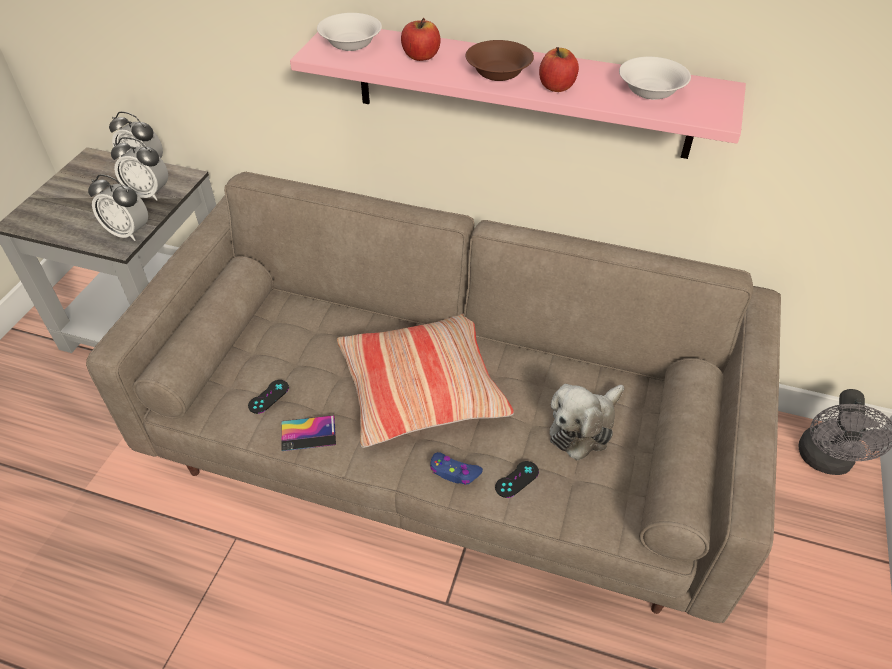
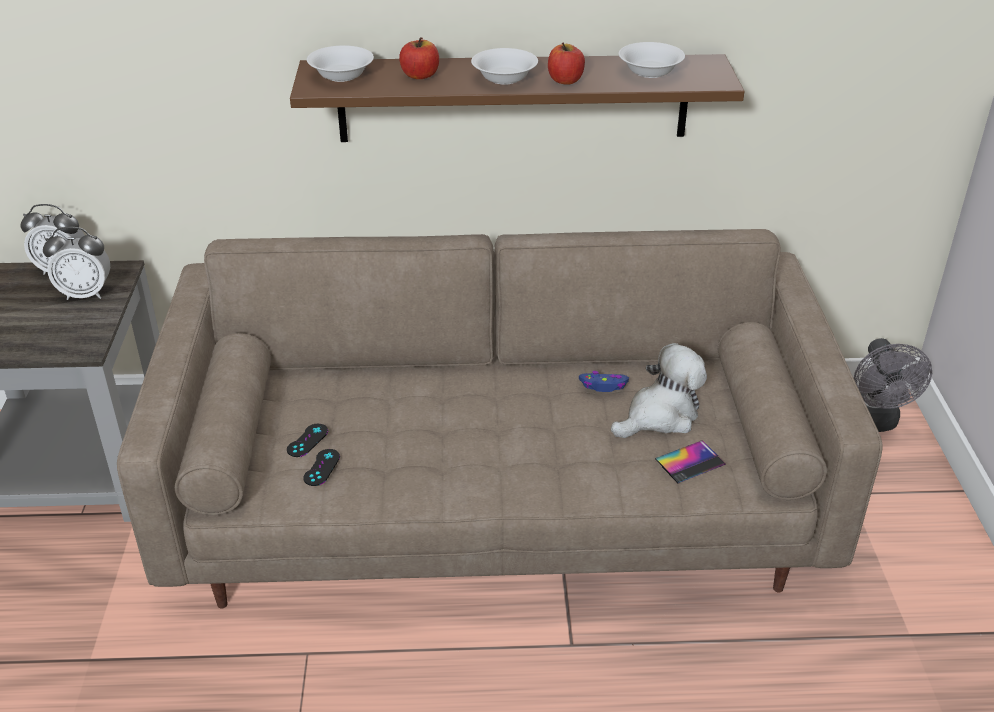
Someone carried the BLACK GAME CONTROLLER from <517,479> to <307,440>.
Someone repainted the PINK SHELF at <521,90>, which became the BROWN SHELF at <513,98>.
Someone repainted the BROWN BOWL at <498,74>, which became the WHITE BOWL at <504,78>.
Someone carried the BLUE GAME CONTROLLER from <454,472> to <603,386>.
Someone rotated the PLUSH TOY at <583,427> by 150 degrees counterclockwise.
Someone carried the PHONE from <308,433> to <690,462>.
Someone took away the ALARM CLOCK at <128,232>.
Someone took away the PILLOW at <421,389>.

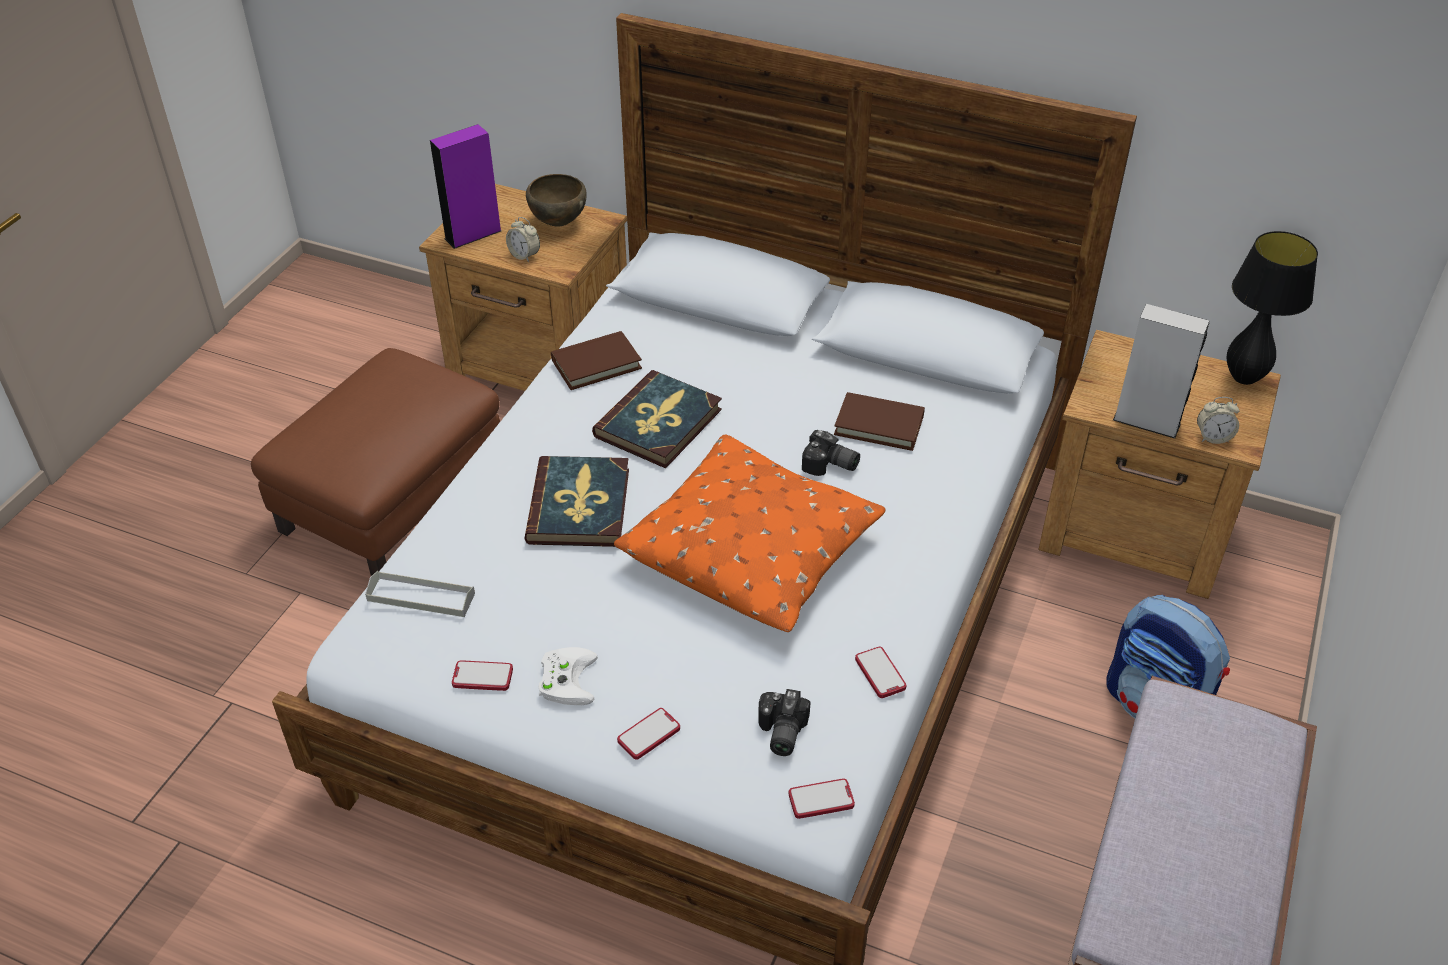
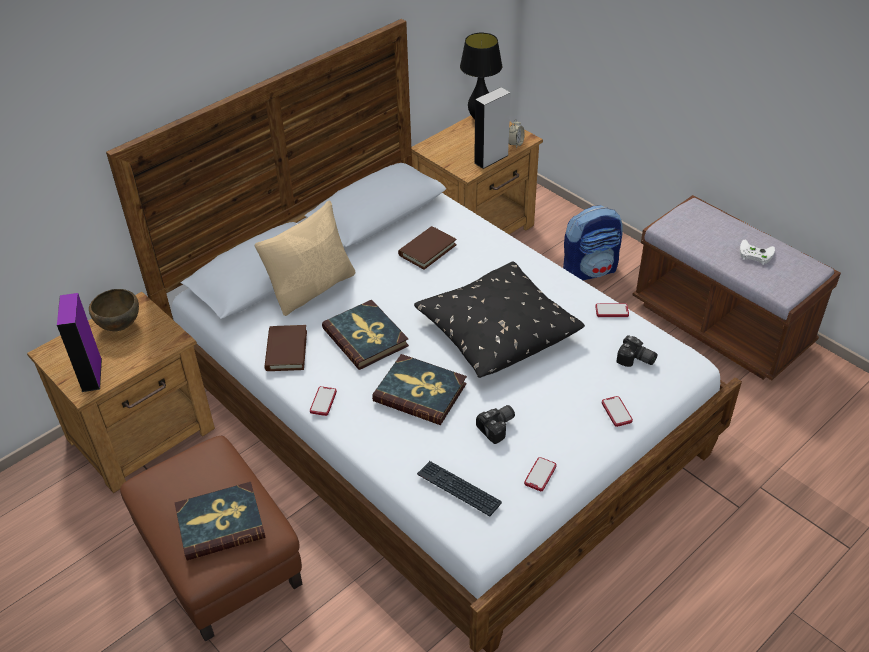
Someone put down the BOOK at <220,523>.
Someone put down the BEIGE PILLOW at <312,288>.
Someone carried the PHONE from <821,800> to <323,402>.
Someone repainted the ORANGE PILLOW at <752,549>, which became the BLACK PILLOW at <496,330>.
Someone swapped the GREY TRAY at <421,597> for the KEYBOARD at <458,489>.
Someone carried the PHOTO CAMERA from <830,466> to <498,427>.
Someone carried the WHITE GAME CONTROLLER from <565,678> to <754,254>.
Someone took away the ALARM CLOCK at <524,255>.

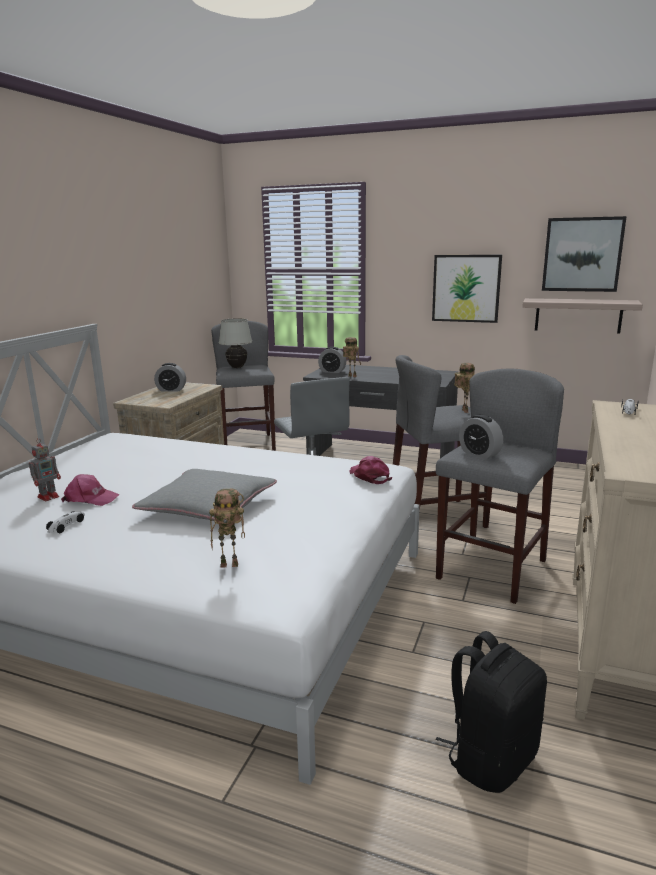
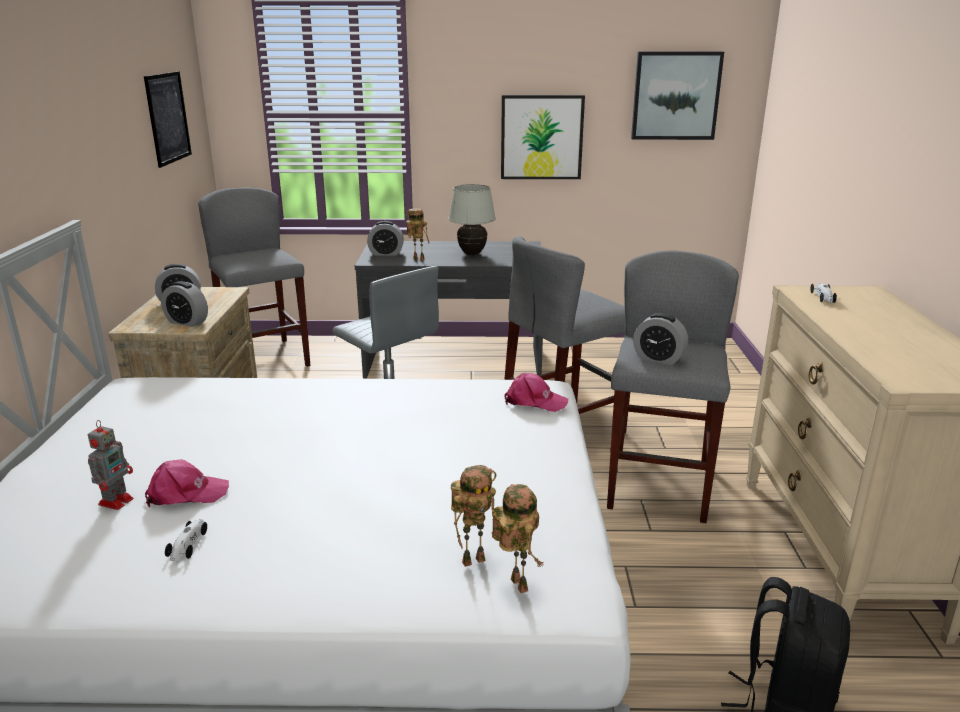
Someone put up the PICTURE at <168,118>.
Someone put down the ALARM CLOCK at <187,322>.
Someone carried the WHITE TABLE LAMP from <237,367> to <472,254>.
Someone carried the TOY ROBOT from <463,411> to <515,584>.
Someone rotated the PINK CAP at <369,476> by 150 degrees clockwise.
Someone took away the GREY PILLOW at <208,505>.
Someone took away the SHELF at <578,315>.

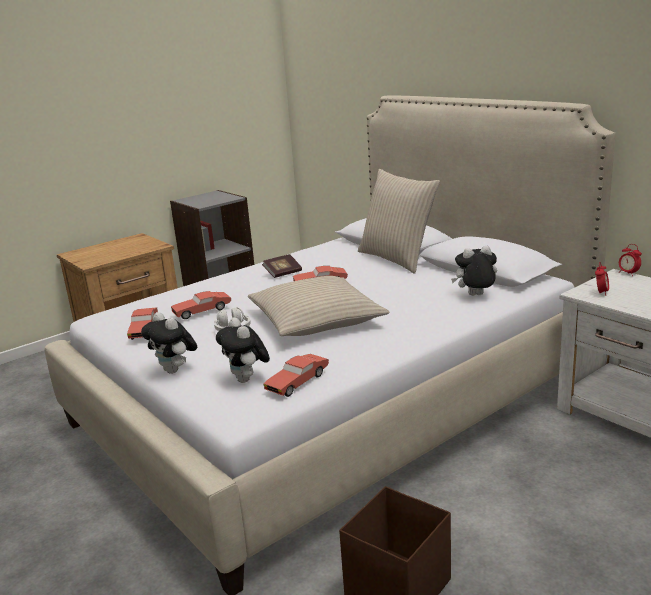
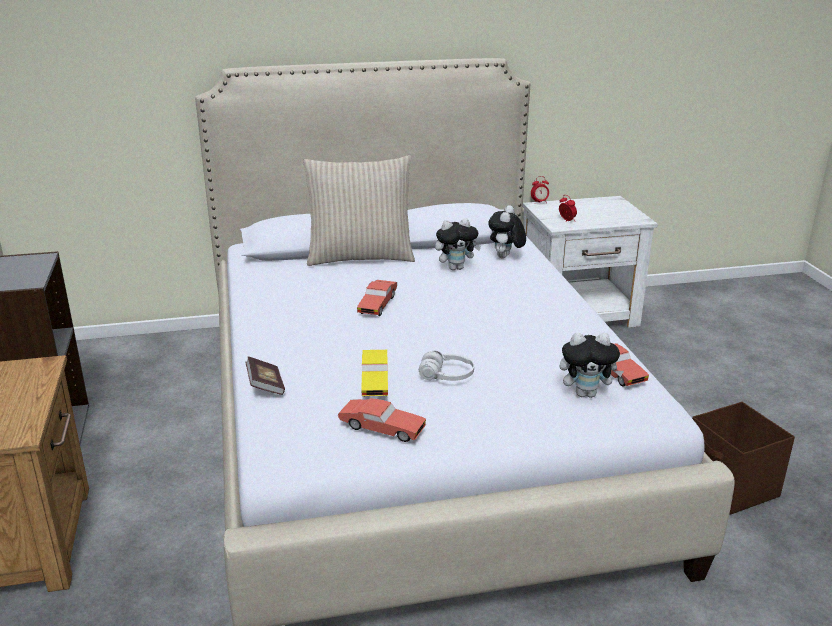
Someone carried the BOOK from <283,273> to <265,386>.
Someone repainted the RED TOY CAR at <202,311>, which became the YELLOW TOY CAR at <374,381>.
Someone carried the PLUSH TOY from <175,370> to <456,268>.
Someone took away the BEIGE PILLOW at <316,320>.

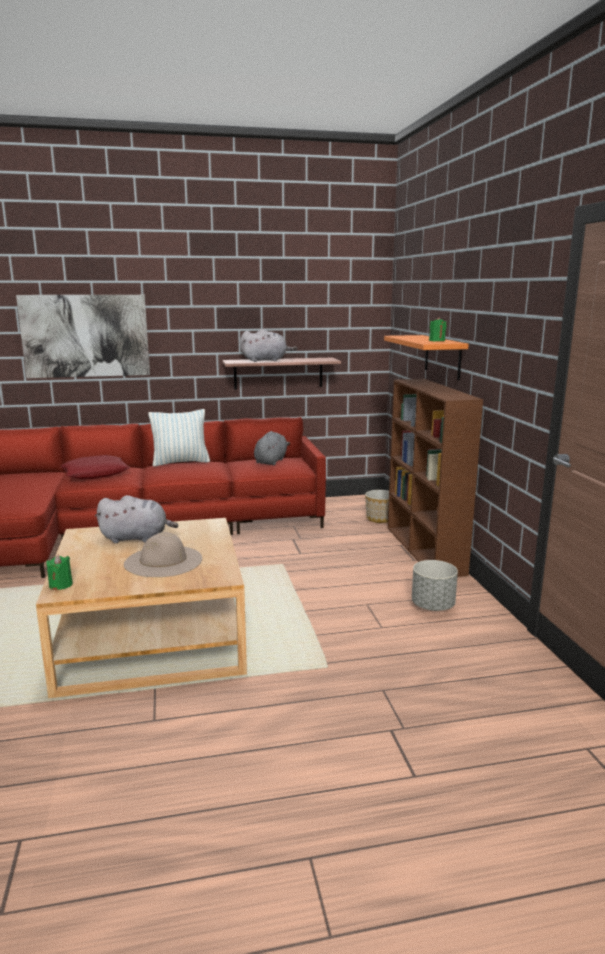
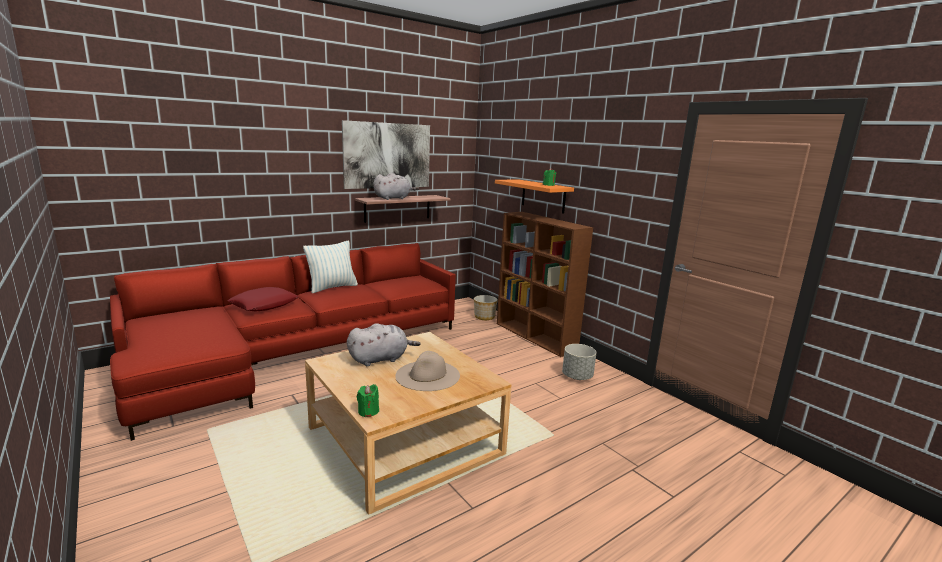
Someone carried the PICTURE from <85,336> to <387,155>.
Someone took away the GREY PLUSH TOY at <271,461>.

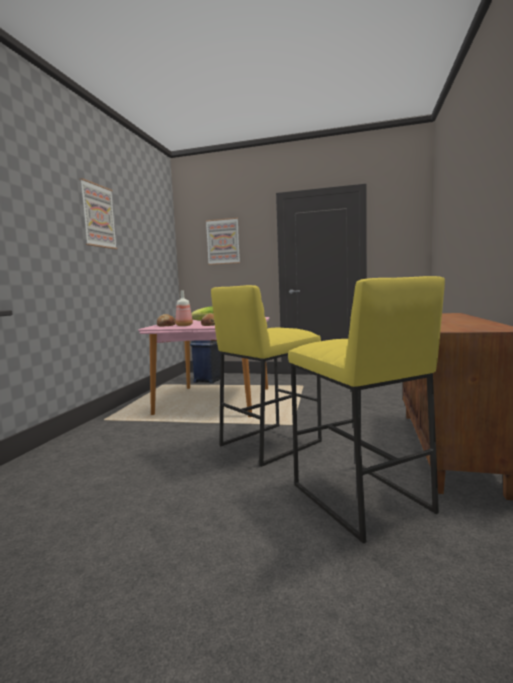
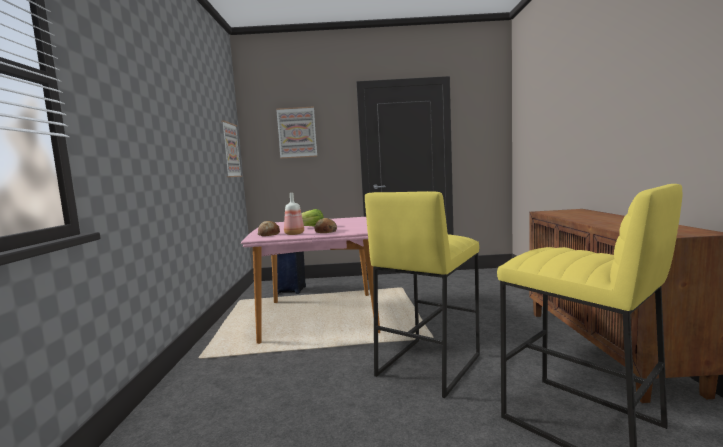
Someone carried the PICTURE from <98,216> to <230,150>.

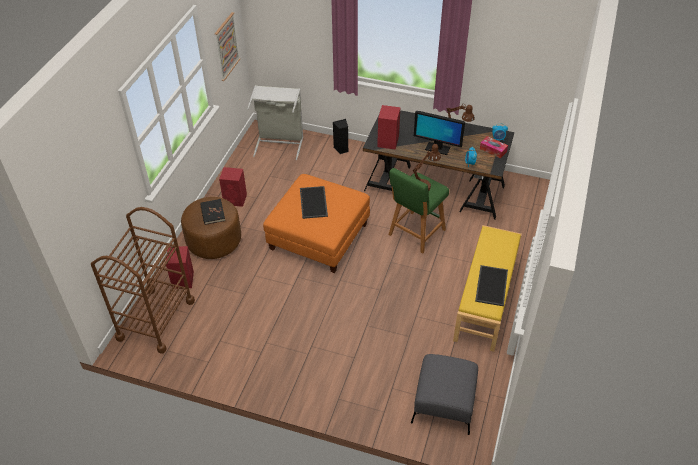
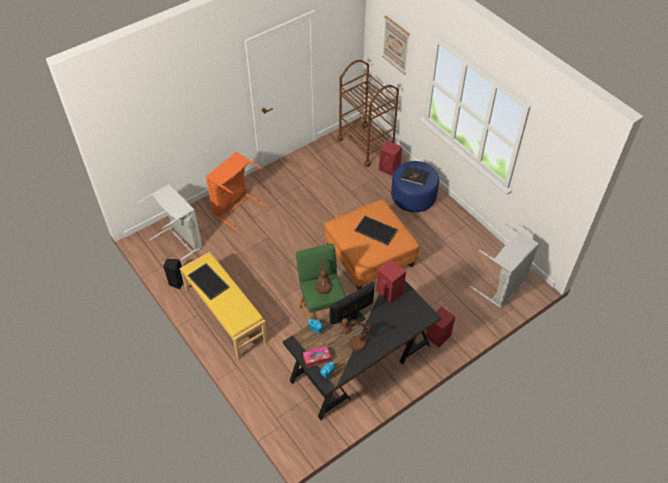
Someone swapped the GREY OTTOMAN at <444,403> for the GREY LAUNDRY BASKET at <180,241>.
Someone carried the BLACK SPEAKER from <341,149> to <176,282>.
Someone put down the ORANGE LAUNDRY BASKET at <235,208>.
Someone carried the PICTURE from <226,46> to <396,45>.
Someone repainted the BROWN OTTOMAN at <214,241>, which became the BLUE OTTOMAN at <413,197>.
Someone carried the RED SPEAKER from <235,199> to <437,336>.

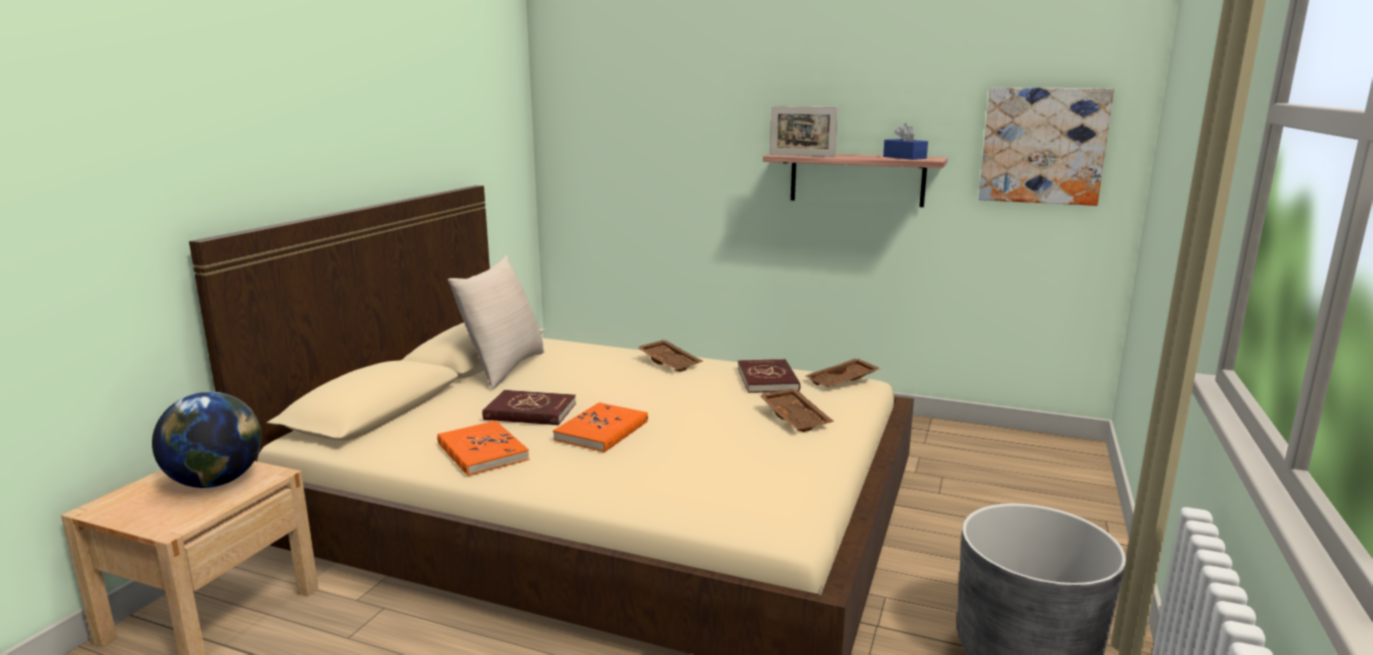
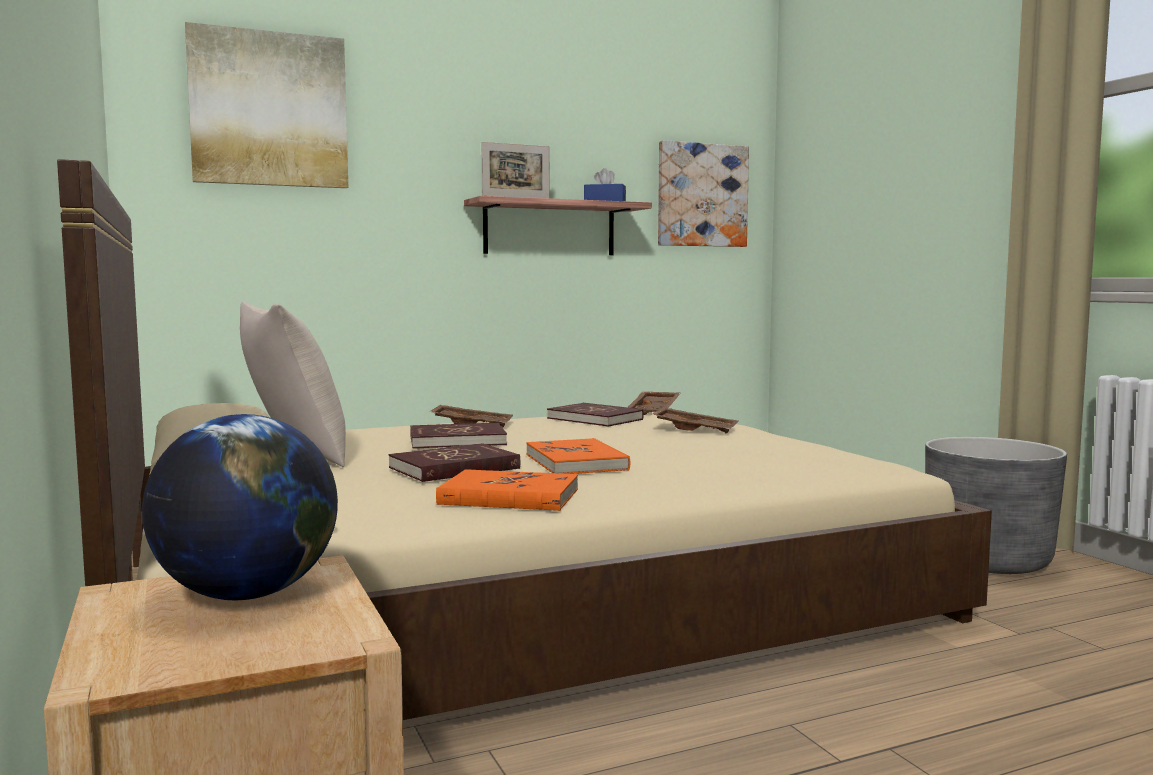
Someone put up the PICTURE at <269,109>.
Someone put down the RED BOOK at <457,441>.

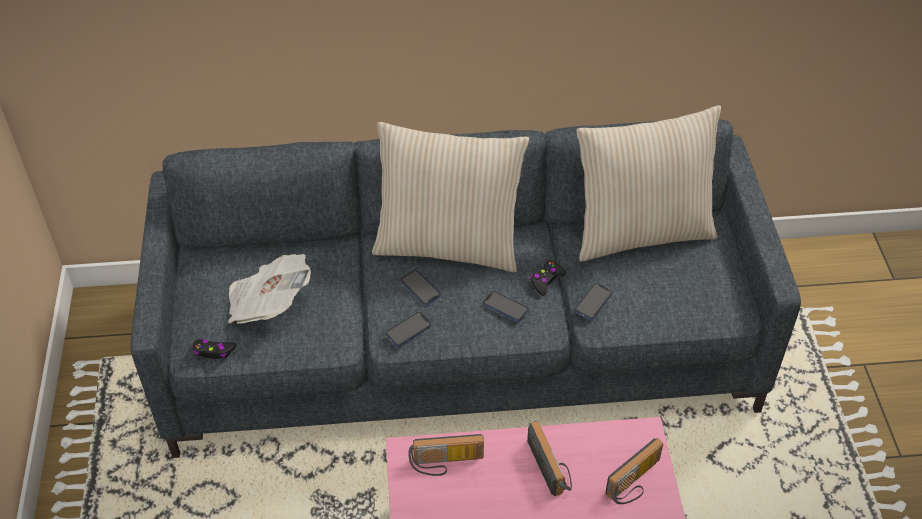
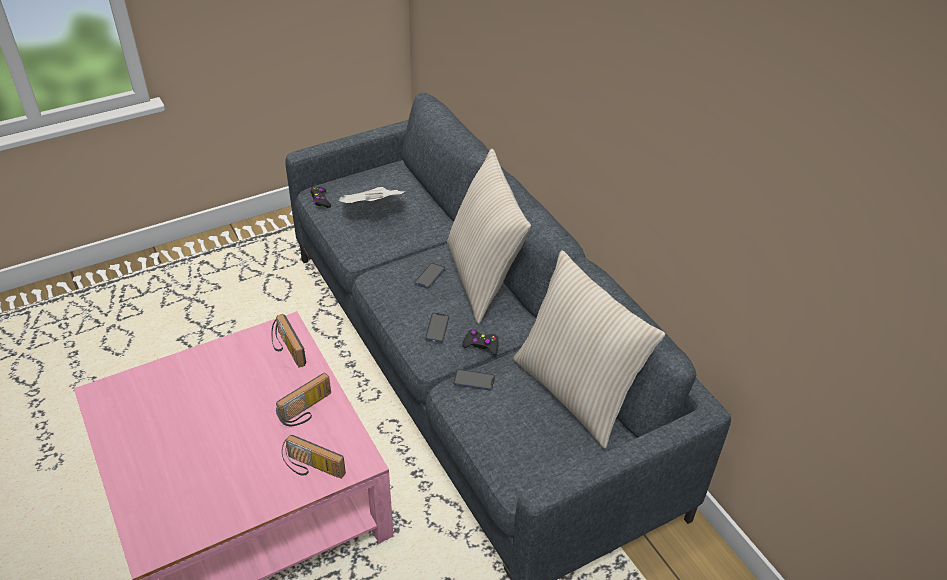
Someone took away the PHONE at <408,330>.

